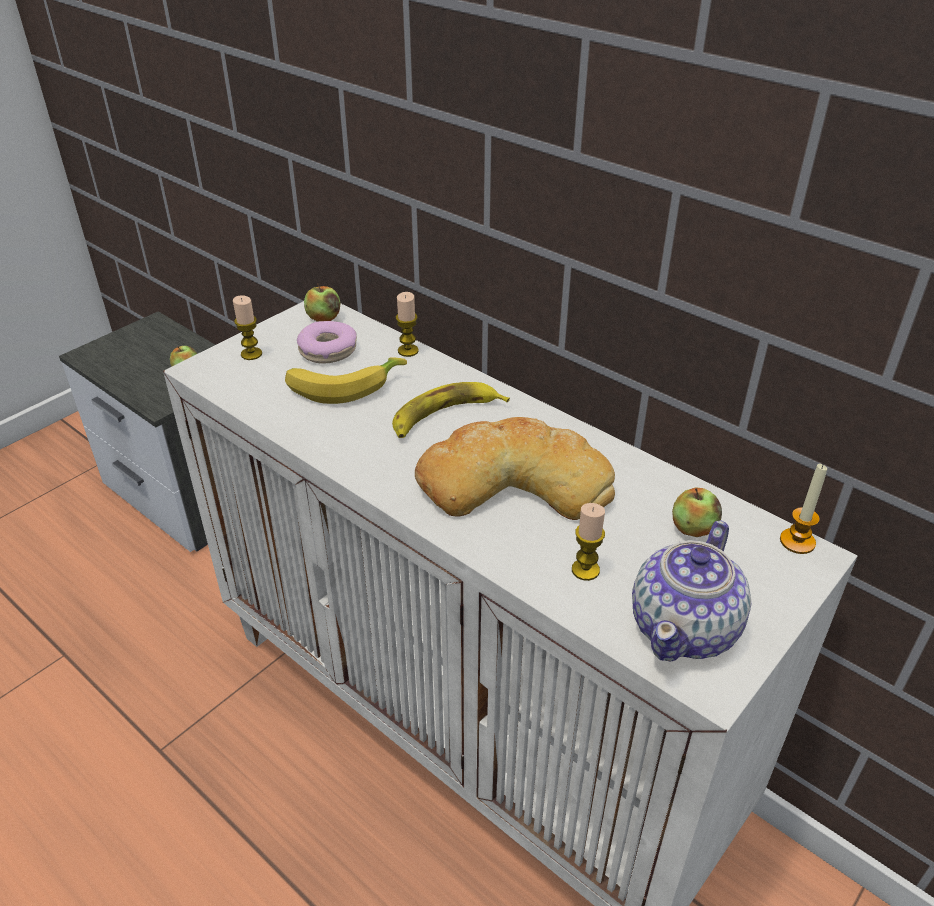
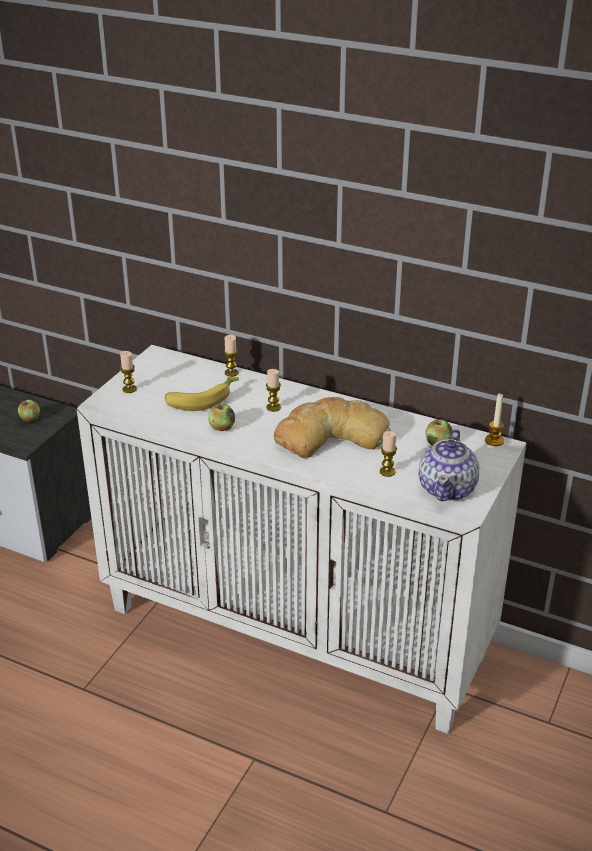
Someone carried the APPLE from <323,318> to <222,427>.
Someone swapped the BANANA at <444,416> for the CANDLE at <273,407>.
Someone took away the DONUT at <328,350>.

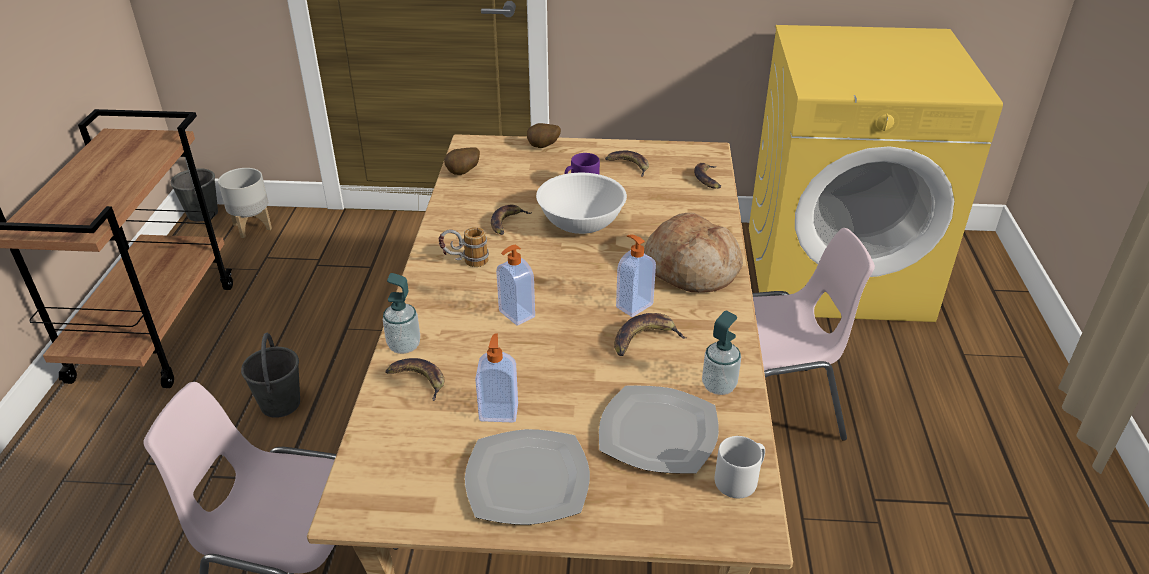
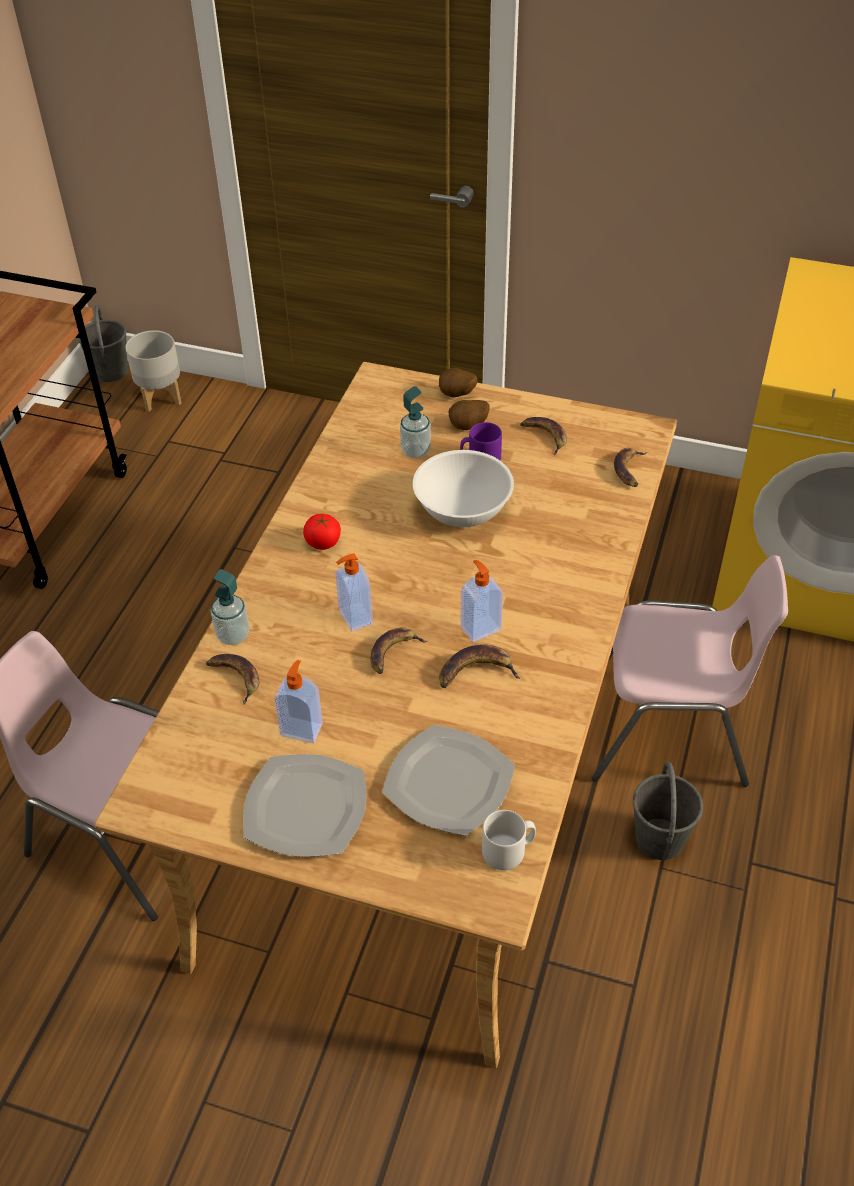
Someone swapped the MUG at <465,262> for the TOMATO at <323,542>.
Someone carried the BANANA from <507,223> to <393,653>.
Someone carried the SOAP DISPENSER from <719,386> to <415,451>.
Someone carried the POTATO from <463,173> to <468,427>.
Someone carried the GREY BUCKET from <280,404> to <659,840>.
Someone took away the BREAD at <692,269>.

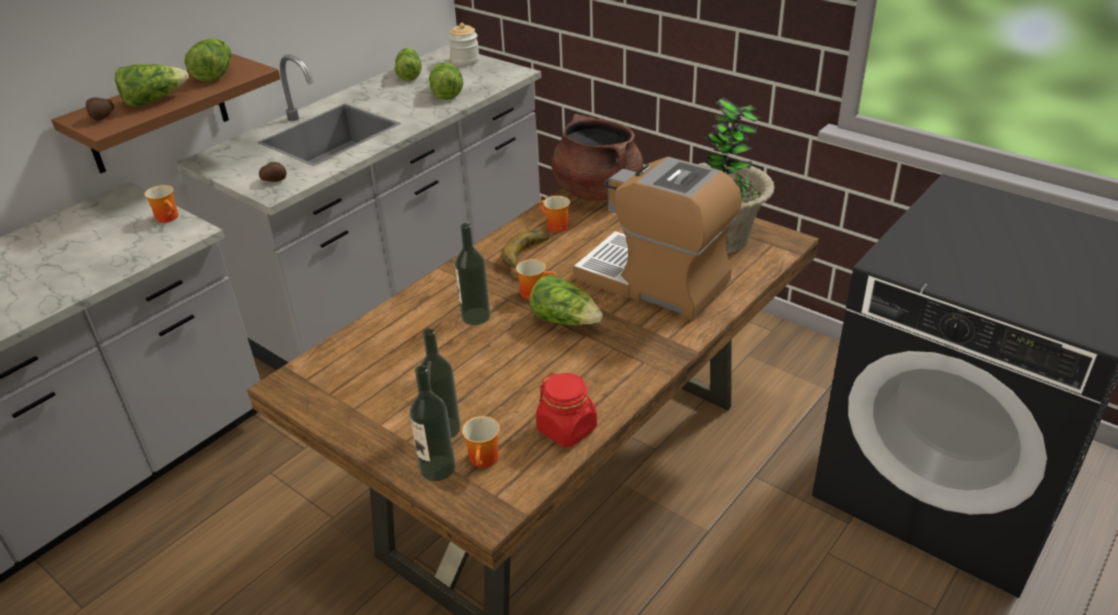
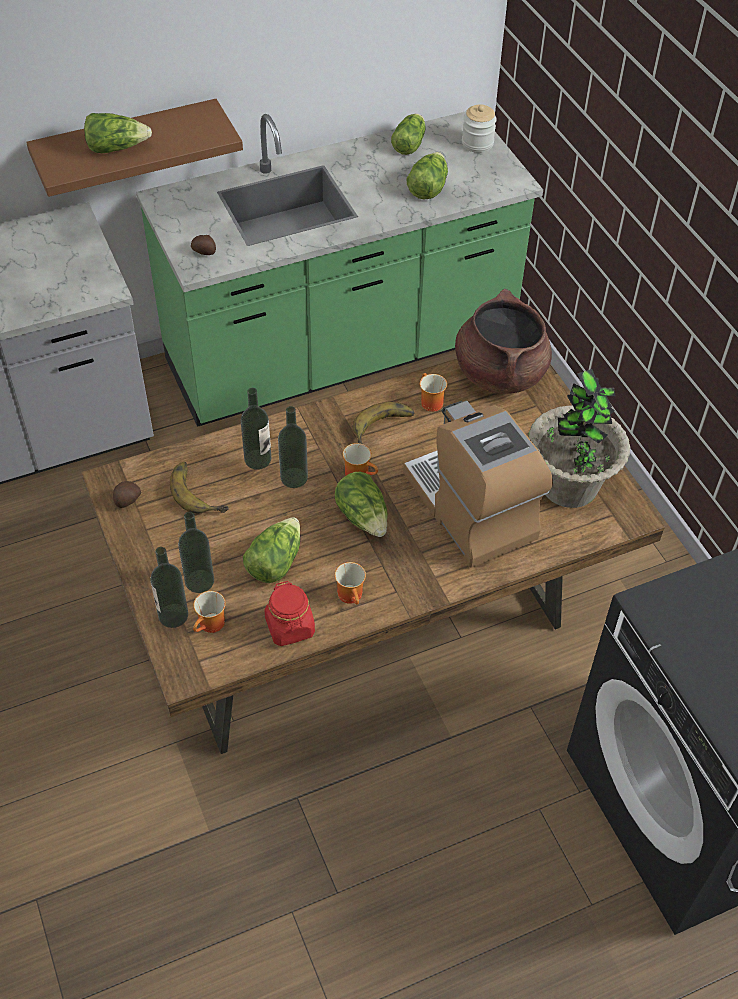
Someone carried the POTATO from <102,118> to <127,501>.
Someone repainted the GREY COUNTER at <402,289>, which became the GREEN COUNTER at <341,355>.
Someone put down the BANANA at <200,490>.
Someone put down the BOTTLE at <258,459>.
Someone carried the LETTUCE from <214,74> to <274,561>.
Someone carried the MUG from <170,217> to <352,595>.

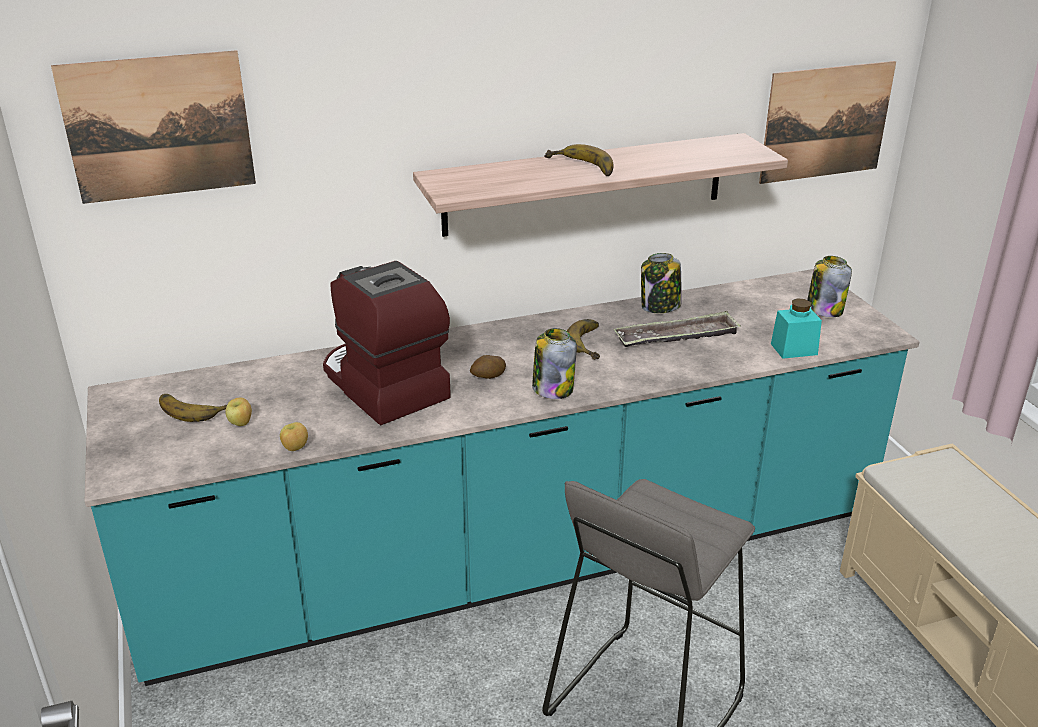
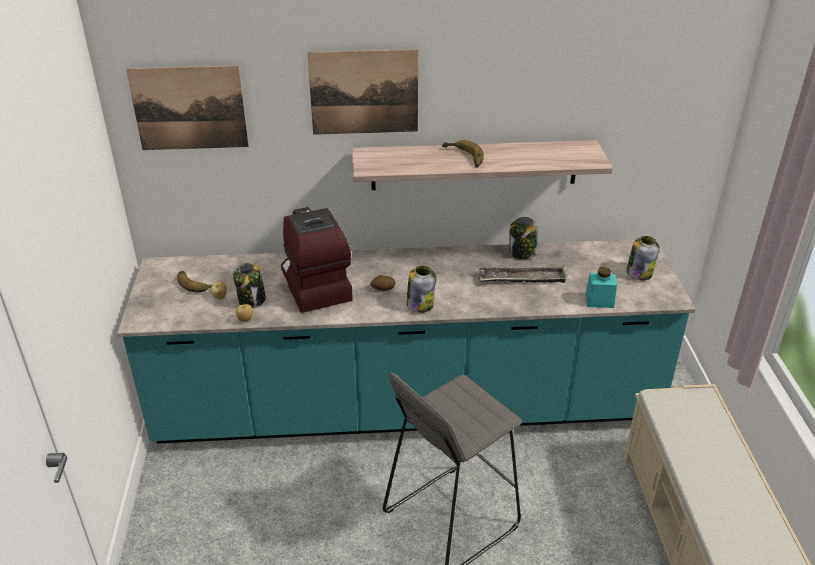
Someone put down the JAR at <252,300>.
Someone carried the PICTURE from <826,122> to <364,92>.
Someone took away the BANANA at <592,343>.

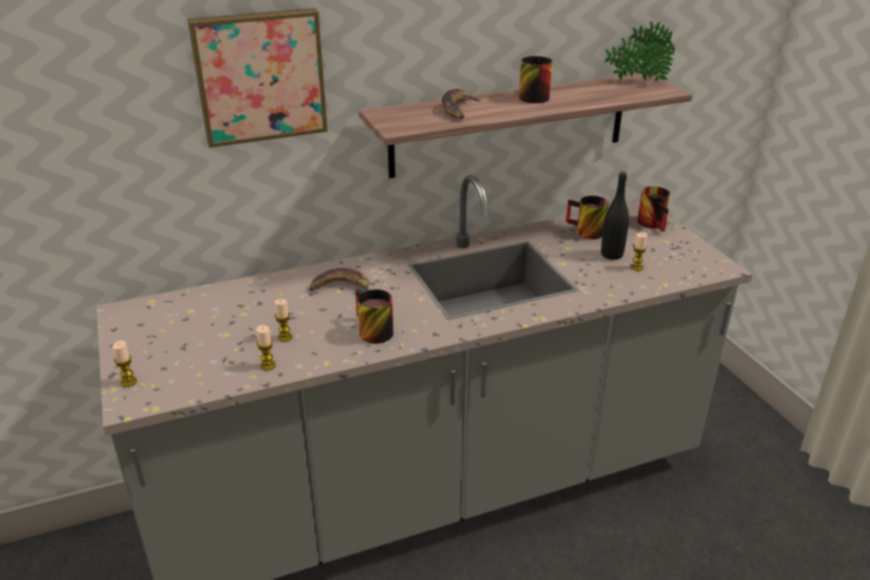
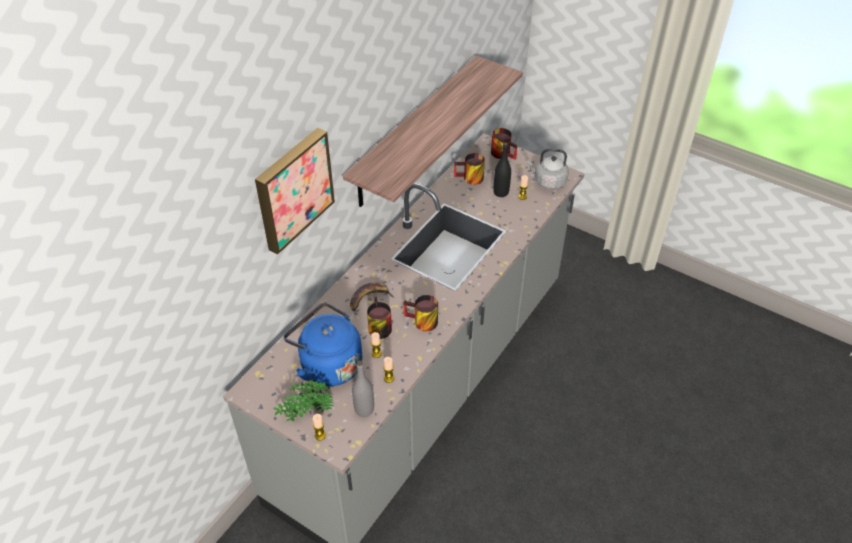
Someone carried the POTTED PLANT from <636,81> to <306,414>.
Someone put down the BLUE KETTLE at <328,364>.
Someone put down the GREY BOTTLE at <364,409>.
Someone carried the MUG from <533,96> to <377,326>.
Someone put down the GREY KETTLE at <548,181>.
Someone took away the BANANA at <458,109>.

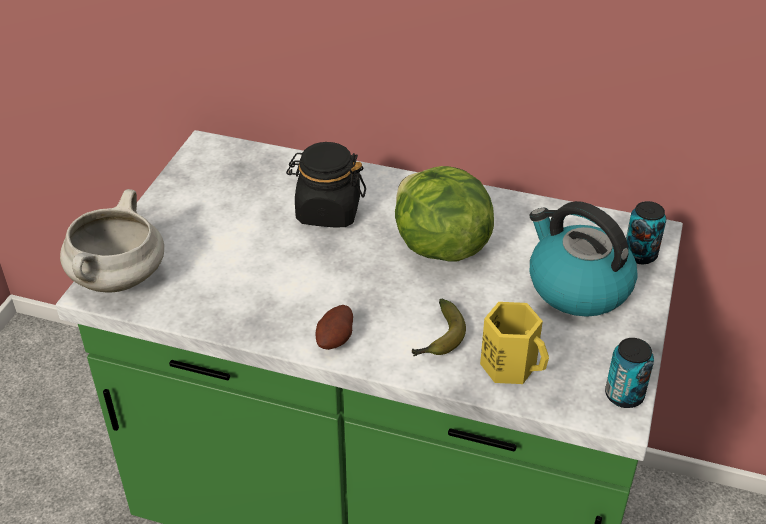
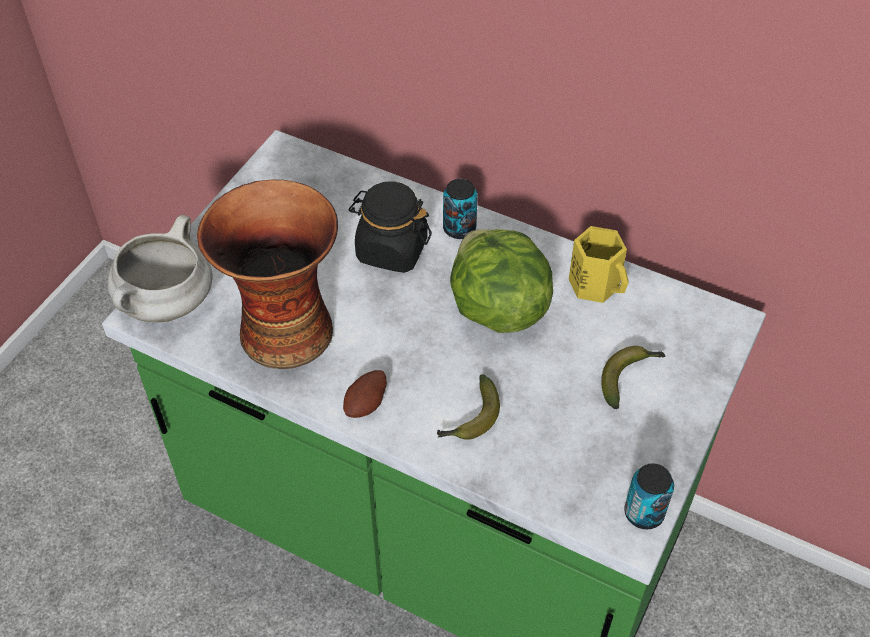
Someone put down the VASE at <284,329>.
Someone carried the CAN from <640,255> to <459,228>.
Someone carried the YELLOW MUG from <511,365> to <596,284>.
Someone swapped the KETTLE at <577,286> for the BANANA at <629,377>.

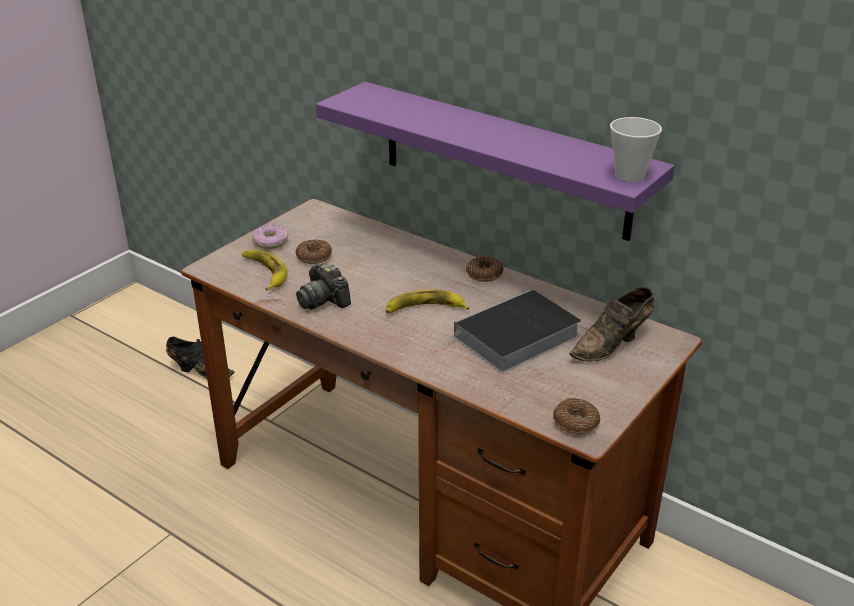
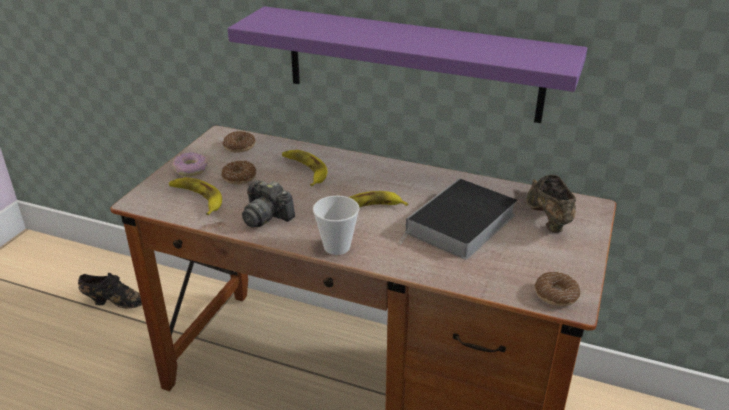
Someone carried the DONUT from <484,274> to <239,146>.
Someone put down the BANANA at <305,170>.
Someone carried the CUP from <629,175> to <337,247>.
Someone rotated the BROWN SHOE at <612,344> by 135 degrees clockwise.

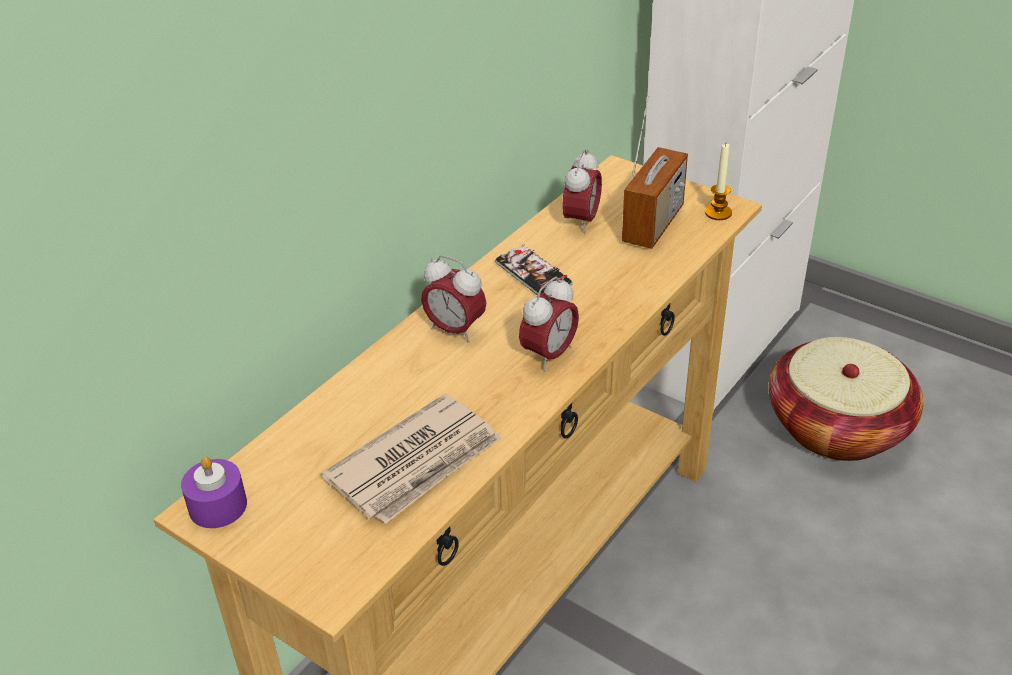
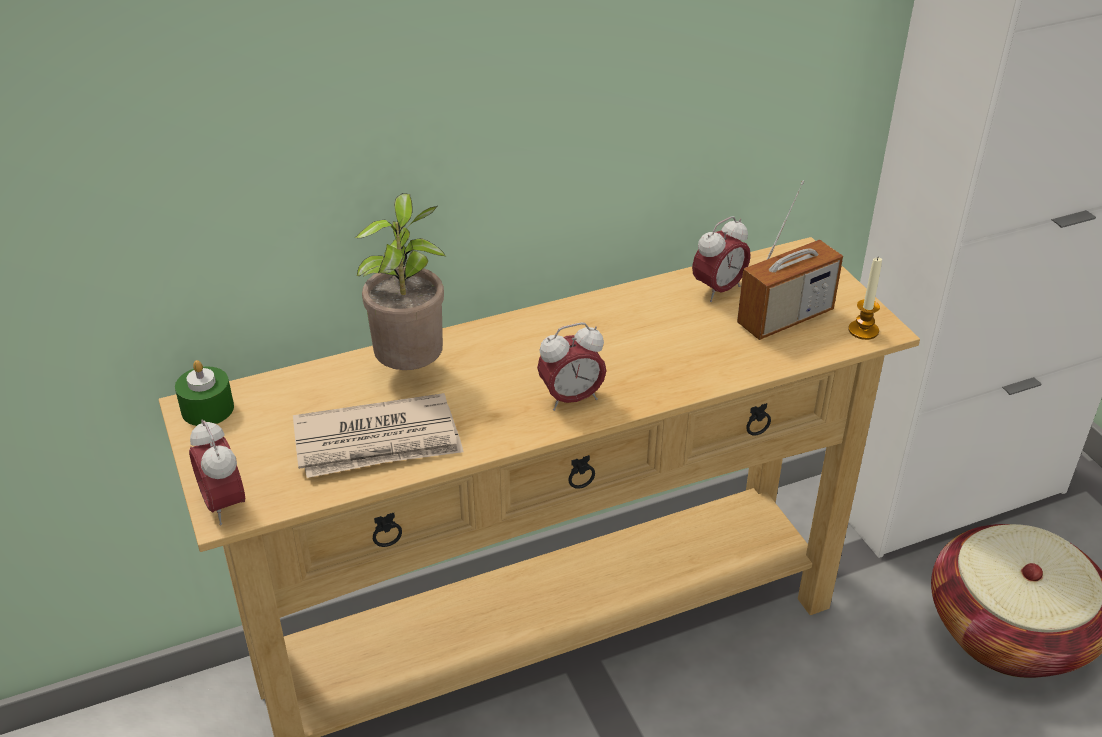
Someone repainted the PURPLE CANDLE at <218,506>, which became the GREEN CANDLE at <207,409>.
Someone carried the ALARM CLOCK from <455,330> to <224,504>.
Someone put down the POTTED PLANT at <412,369>.
Someone took away the PHONE at <533,273>.

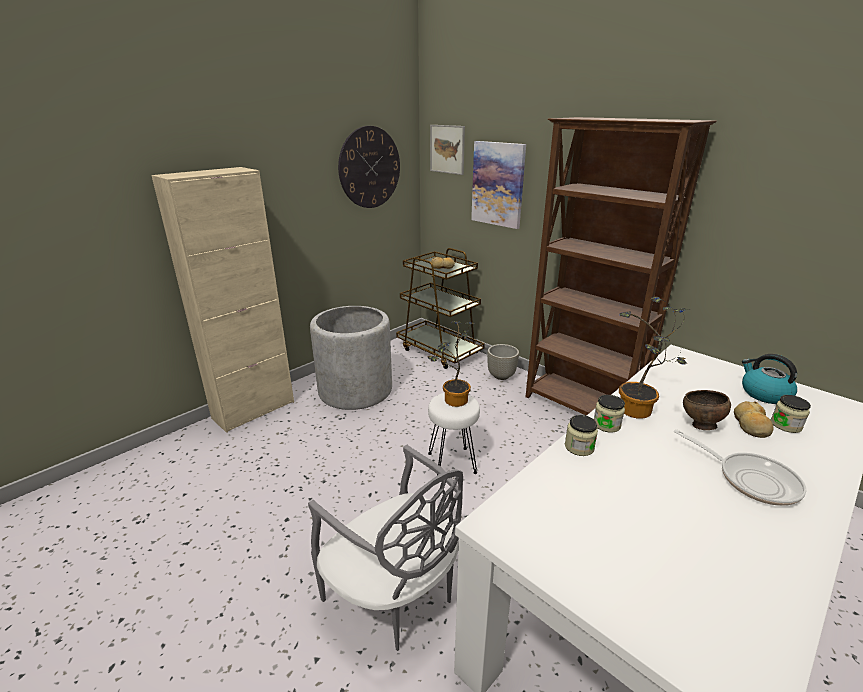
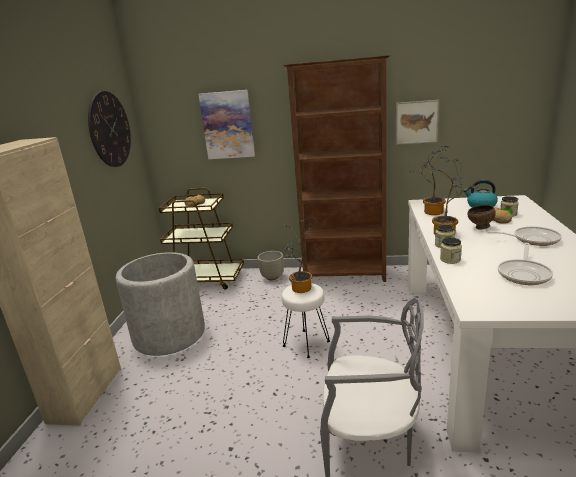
Someone carried the PICTURE from <447,149> to <416,122>.
Someone put down the POTTED PLANT at <430,212>.
Someone put down the FRYING PAN at <524,274>.

